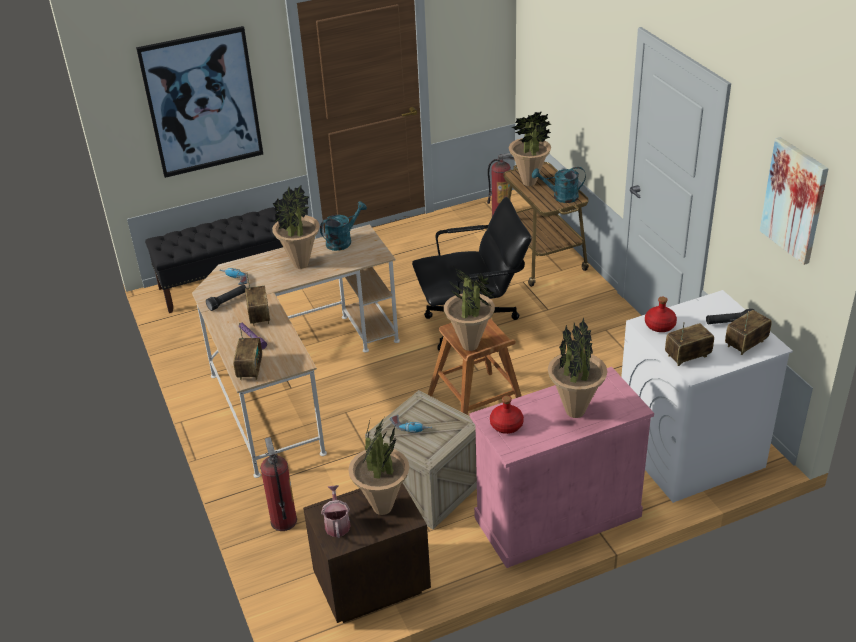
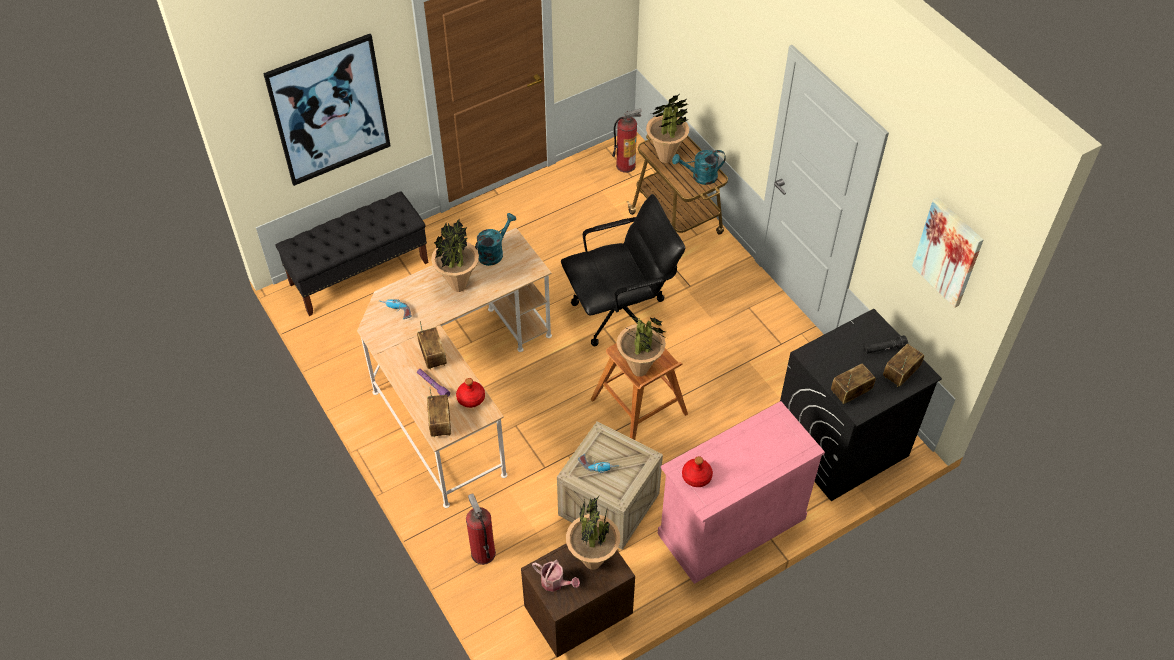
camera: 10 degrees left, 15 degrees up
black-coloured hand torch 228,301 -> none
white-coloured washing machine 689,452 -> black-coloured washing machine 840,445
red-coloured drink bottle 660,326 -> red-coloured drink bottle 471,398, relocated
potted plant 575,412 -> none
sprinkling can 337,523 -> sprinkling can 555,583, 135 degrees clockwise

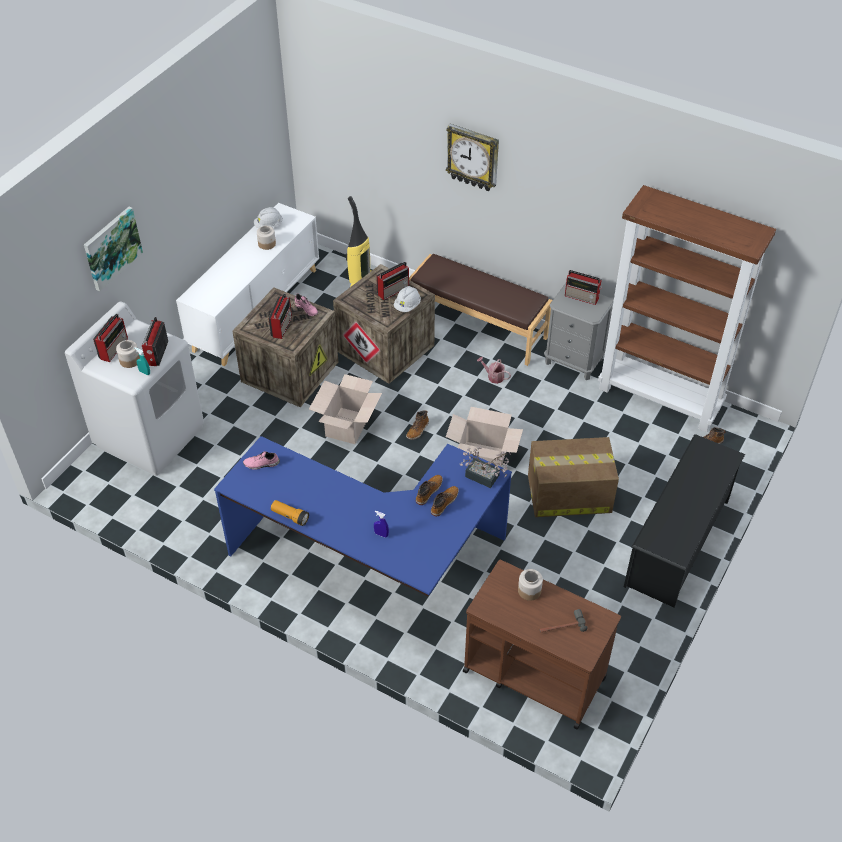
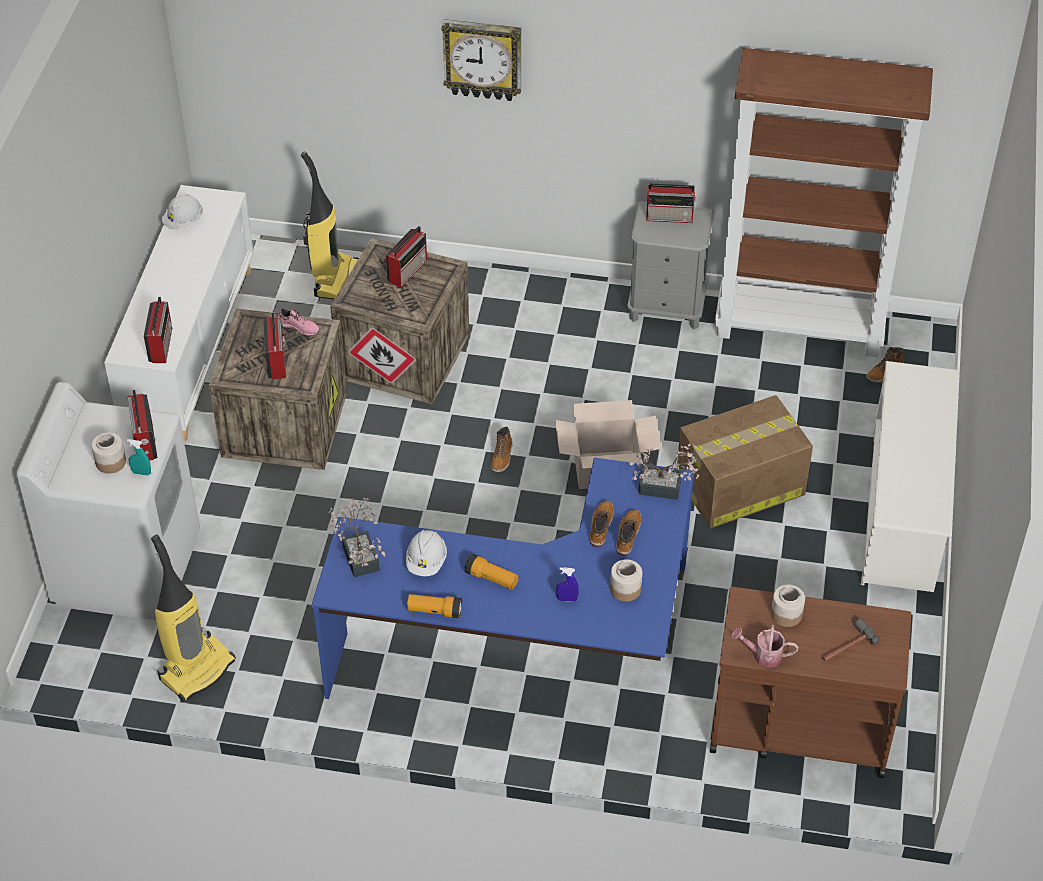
camera: 20 degrees left, 0 degrees up
picture 112,247 -> none
jar 267,244 -> jar 626,589, relocated
brown bench 477,327 -> none
white-coloured work helmet 407,306 -> white-coloured work helmet 426,561, relocated
radio receiver 114,348 -> radio receiver 161,344, relocated
sprinkling can 493,376 -> sprinkling can 763,655, relocated
carton 348,426 -> none
black-coloured shoe stand 677,542 -> white-coloured shoe stand 903,509
pink-coloured low shoe 261,464 -> potted plant 360,554
none -> vacuum 197,669
none -> hand torch 491,578

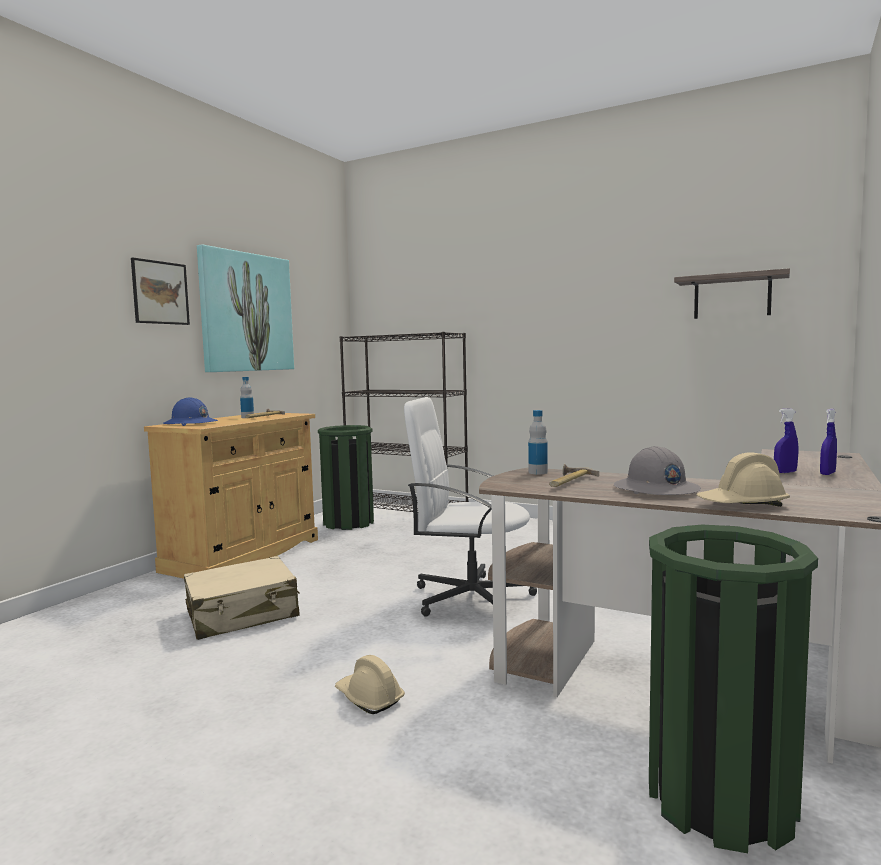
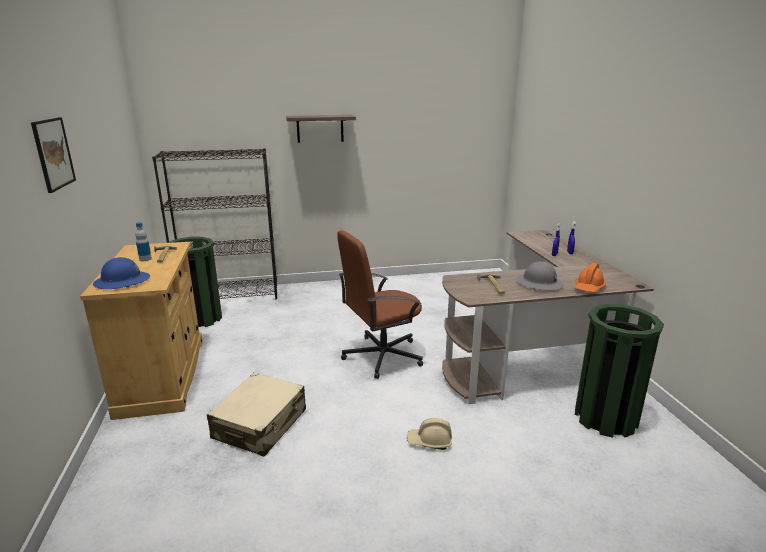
camera: 40 degrees left, 15 degrees up
picture 246,312 -> none
wall shelf 732,297 -> wall shelf 320,128, relocated
white-coloured office chair 470,598 -> brown office chair 381,356
drink bottle 538,472 -> none
sand-coloured work helmet 742,505 -> orangey work helmet 589,288

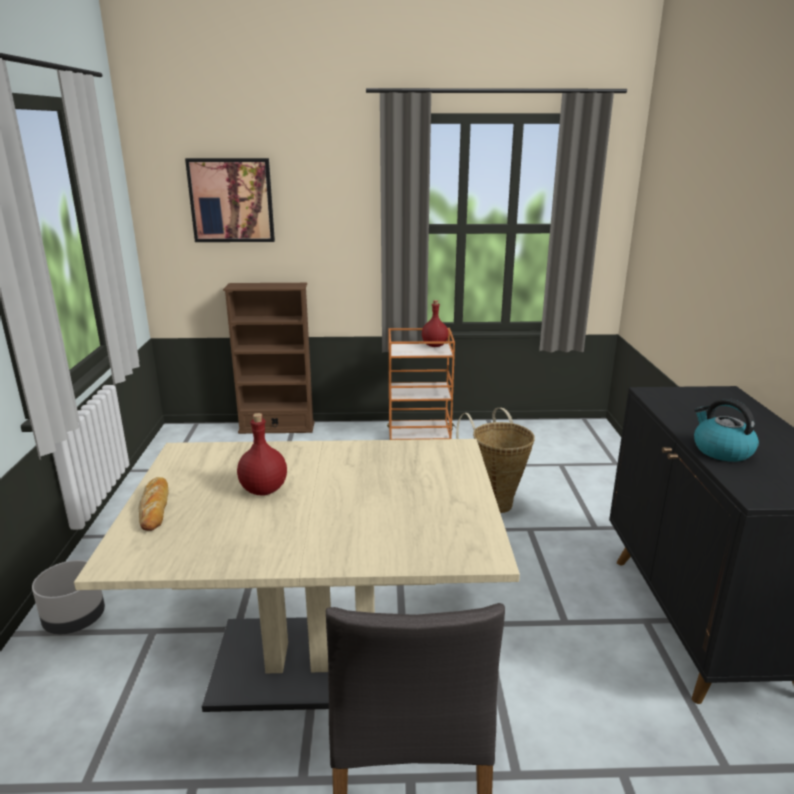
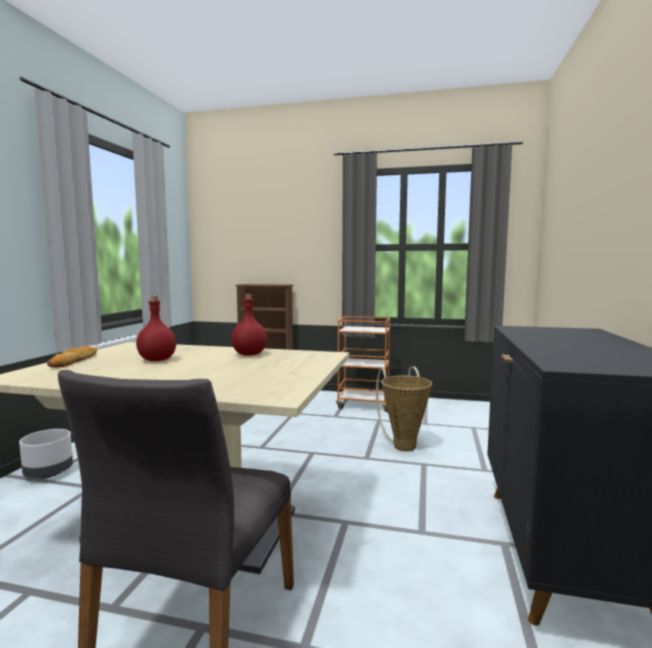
camera: 15 degrees right, 15 degrees down
picture 231,200 -> none
red-coloured drink bottle 434,345 -> red-coloured drink bottle 249,354, relocated
water kettle 721,450 -> none

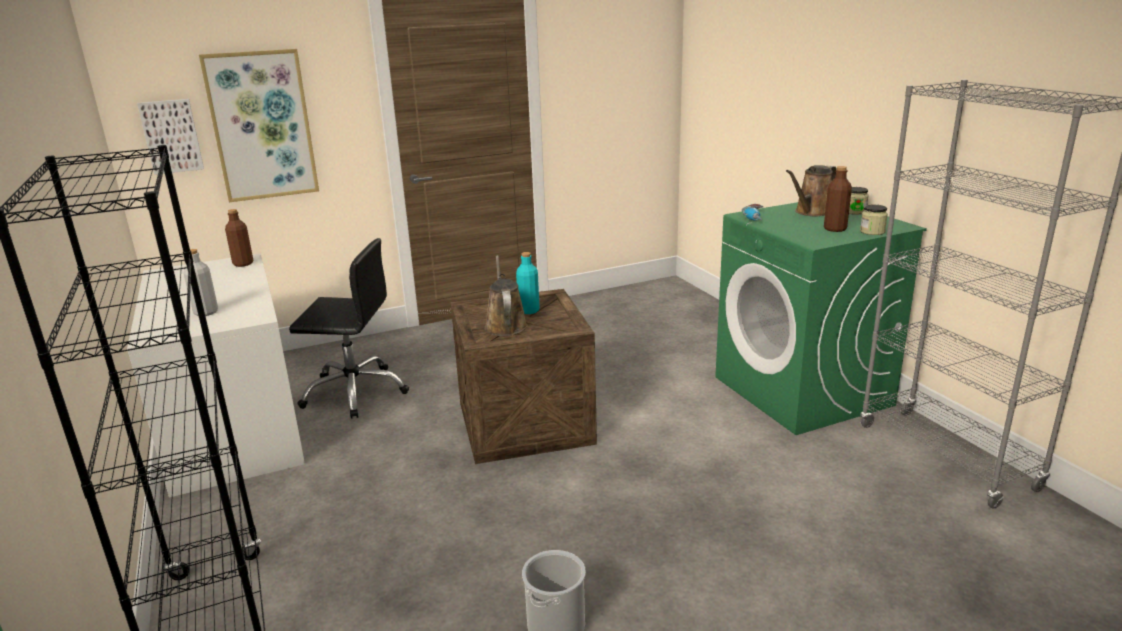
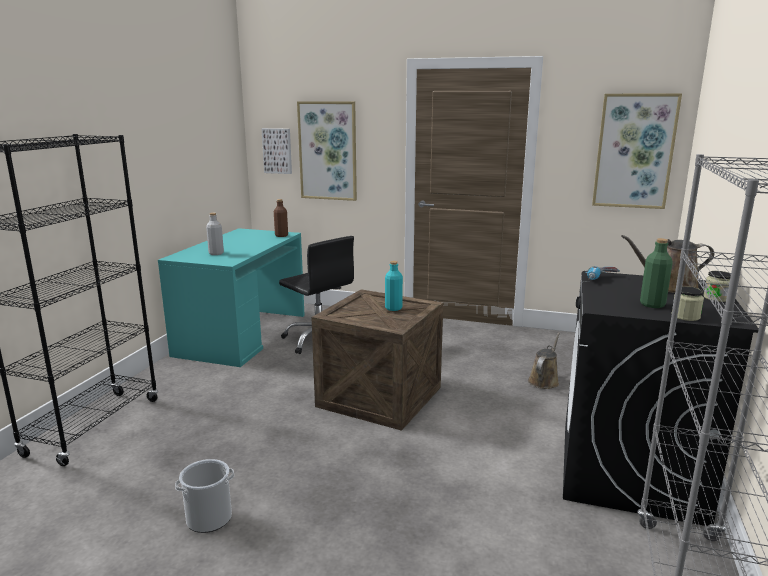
camera: 40 degrees right, 5 degrees down
brown drink bottle 835,229 -> green drink bottle 652,304
green washing machine 803,391 -> black-coloured washing machine 630,471
white-coloured desk table 234,425 -> turquoise-coloured desk table 242,334
brown sprinkling can 505,325 -> brown sprinkling can 544,380, relocated
none -> picture 634,151

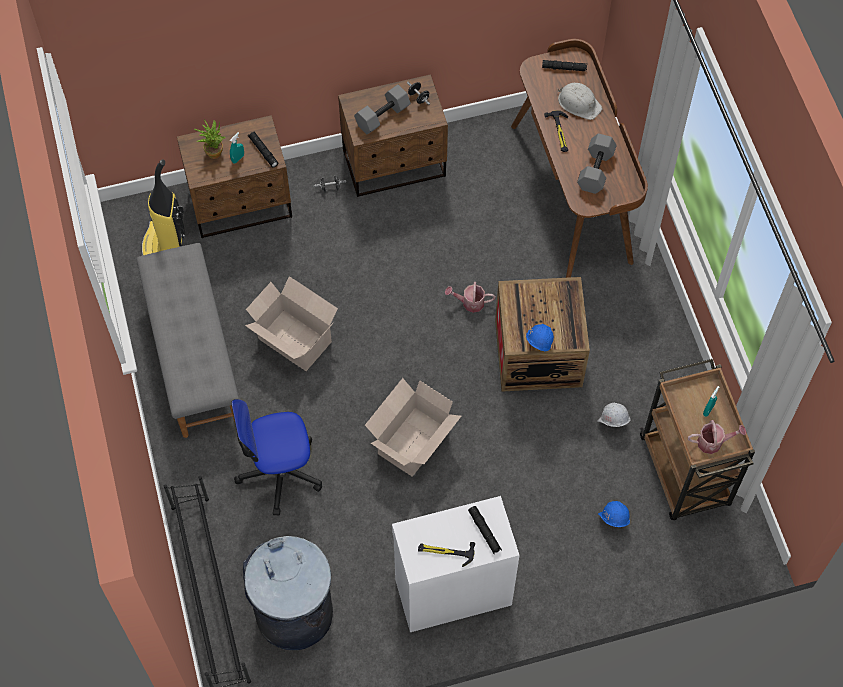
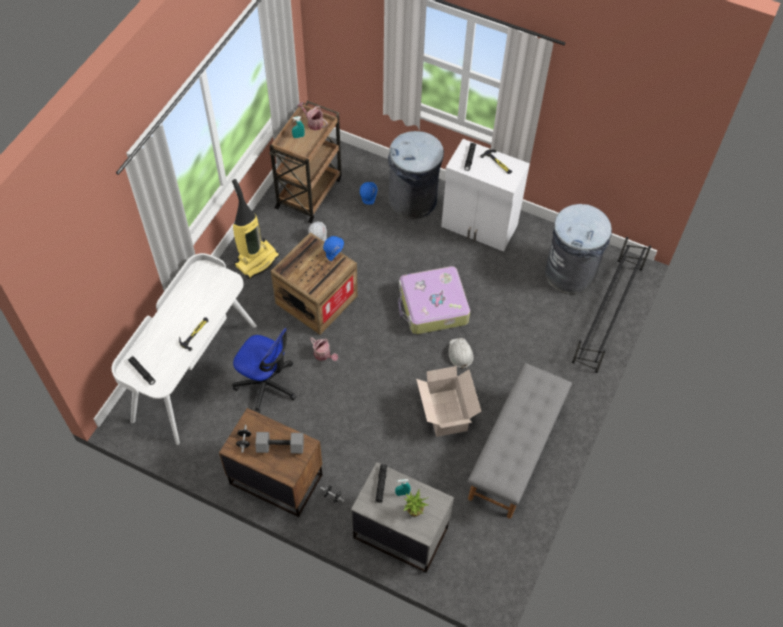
camera: 140 degrees left, 5 degrees down
brown desk table 572,192 -> white-coloured desk table 194,371
white-coloured work helmet 579,103 -> white-coloured work helmet 460,354, relocated
brown nightstand 241,204 -> greyish nightstand 400,532
greyish free weight 595,169 -> none
vacuum 165,247 -> vacuum 256,260, relocated
carton 411,443 -> piece of luggage 432,306
office chair 279,472 -> office chair 266,385, relocated
none -> greyish rubbish bin 413,200

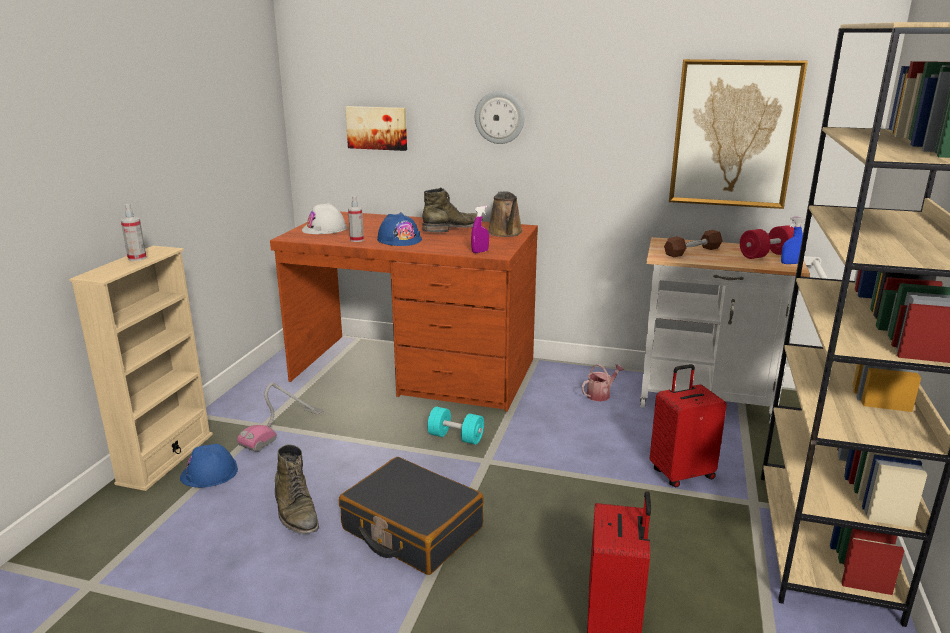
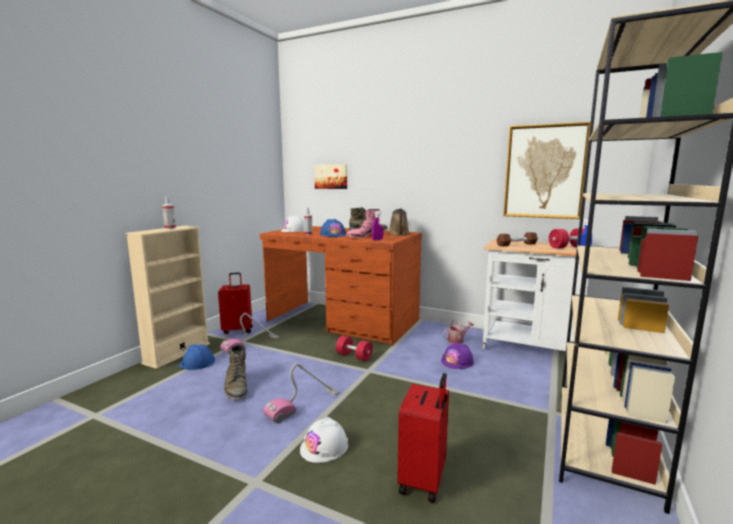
camera: 10 degrees right, 10 degrees down
clock on the wall 499,117 -> none
red-coloured piece of luggage 681,473 -> red-coloured piece of luggage 238,330, relocated
turquoise-coloured free weight 456,437 -> red-coloured free weight 354,356
black-coloured piece of luggage 411,529 -> vacuum 304,404
none -> pink-coloured tall boot 363,236
none -> purple-coloured work helmet 457,361
none -> white-coloured work helmet 324,446

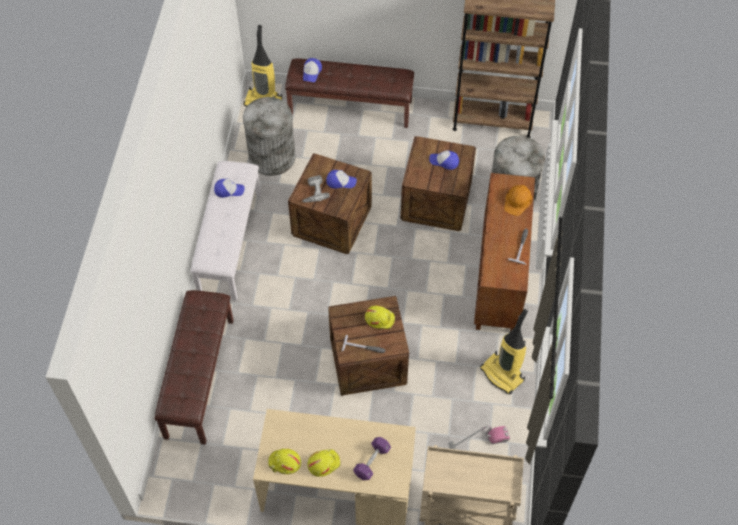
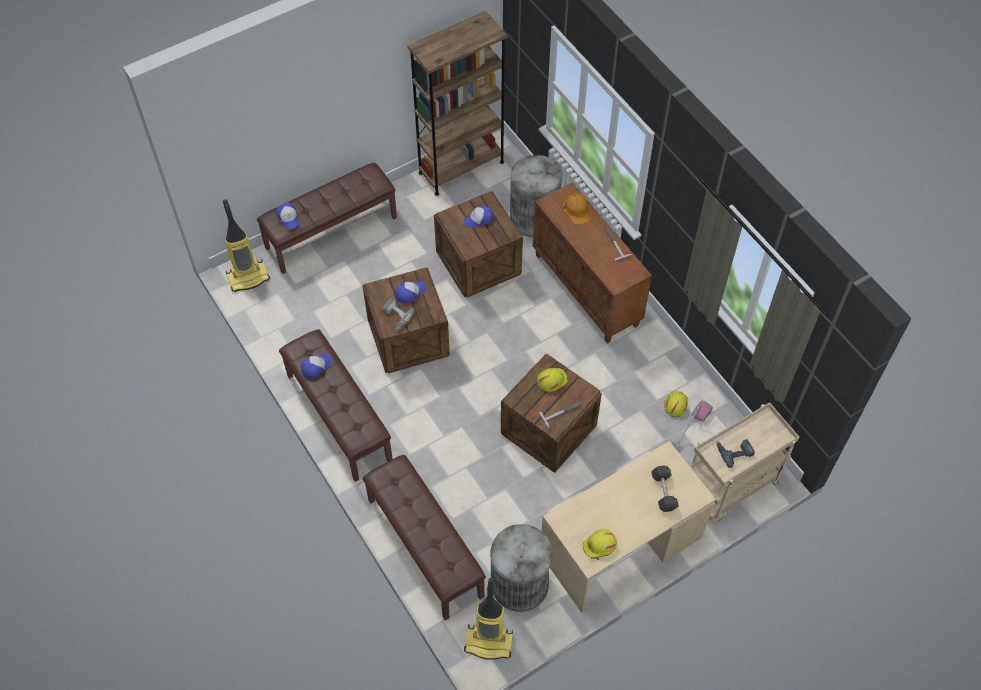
camera: 40 degrees left, 0 degrees up
greyish rubbish bin 272,157 -> greyish rubbish bin 520,584, relocated
white-coloured bench 229,242 -> brown bench 338,417
vacuum 503,374 -> vacuum 489,641, relocated
purple-coloured free weight 372,461 -> black-coloured free weight 663,492
yellow work helmet 323,463 -> yellow work helmet 675,404, relocated
none -> power drill 734,451

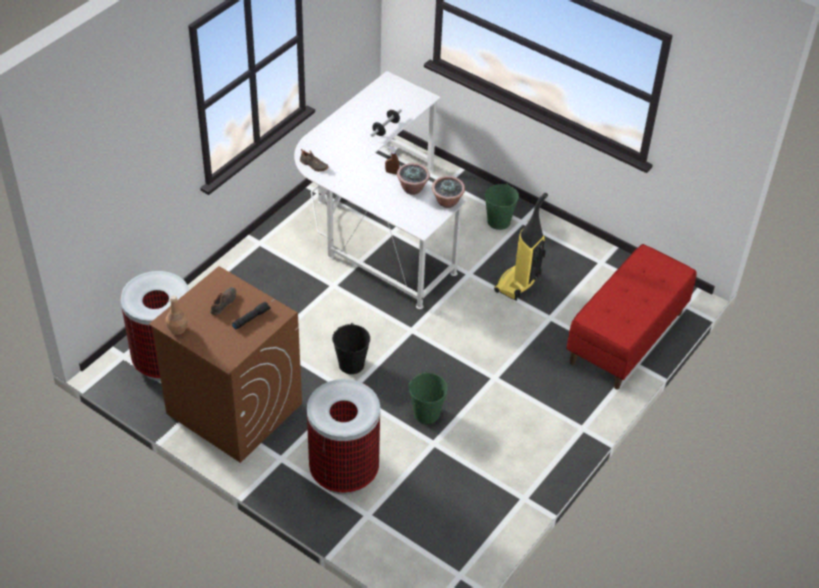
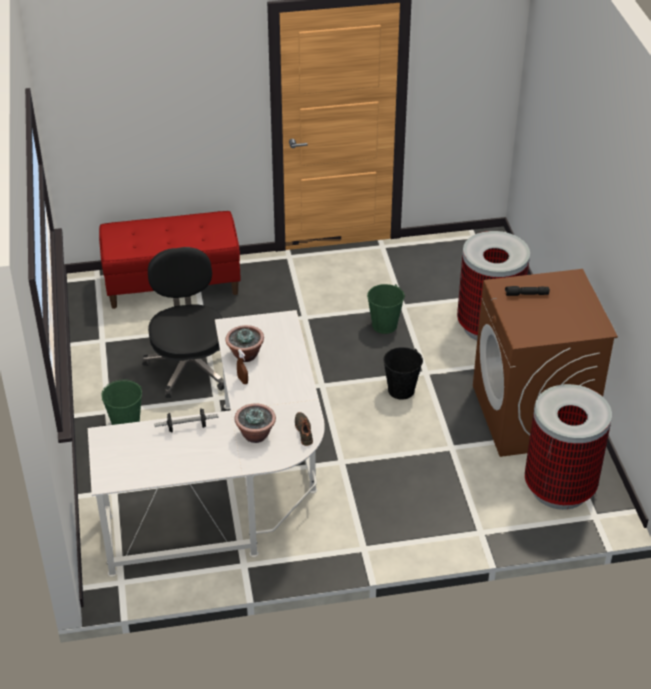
camera: 135 degrees left, 5 degrees down
potted plant 447,202 -> potted plant 256,435, relocated
vacuum 518,284 -> black-coloured office chair 190,366
black-coloured low shoe 224,304 -> none
brown drink bottle 178,329 -> none

